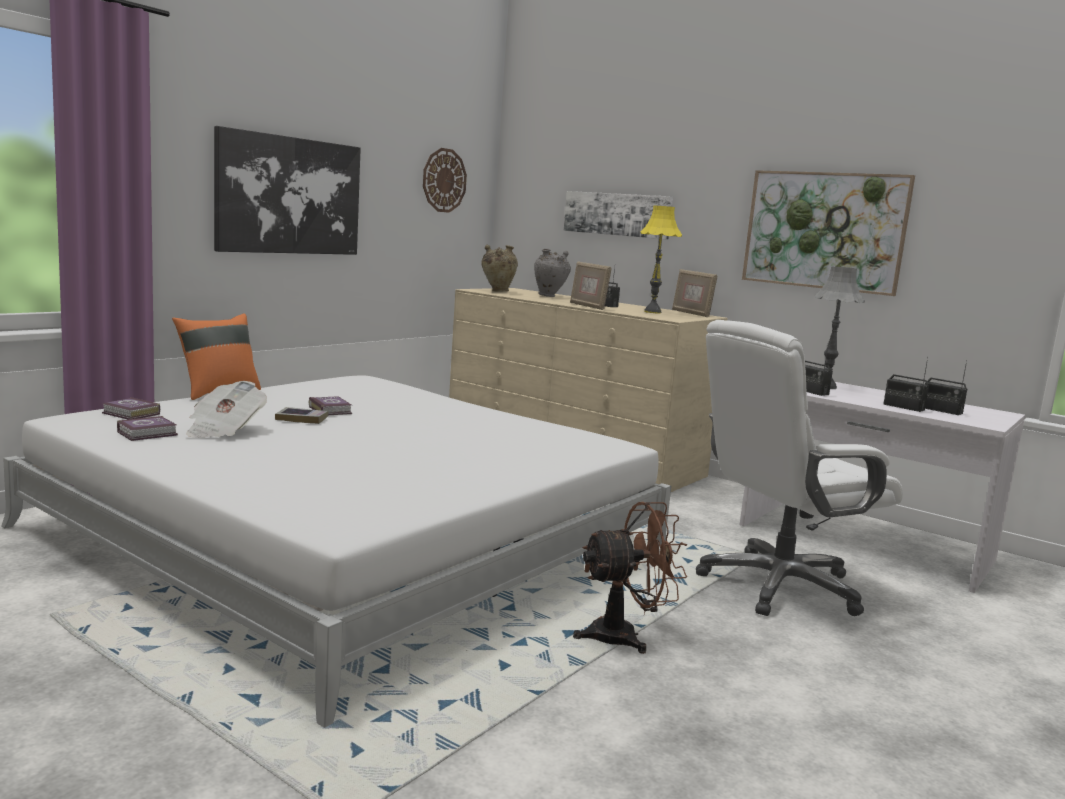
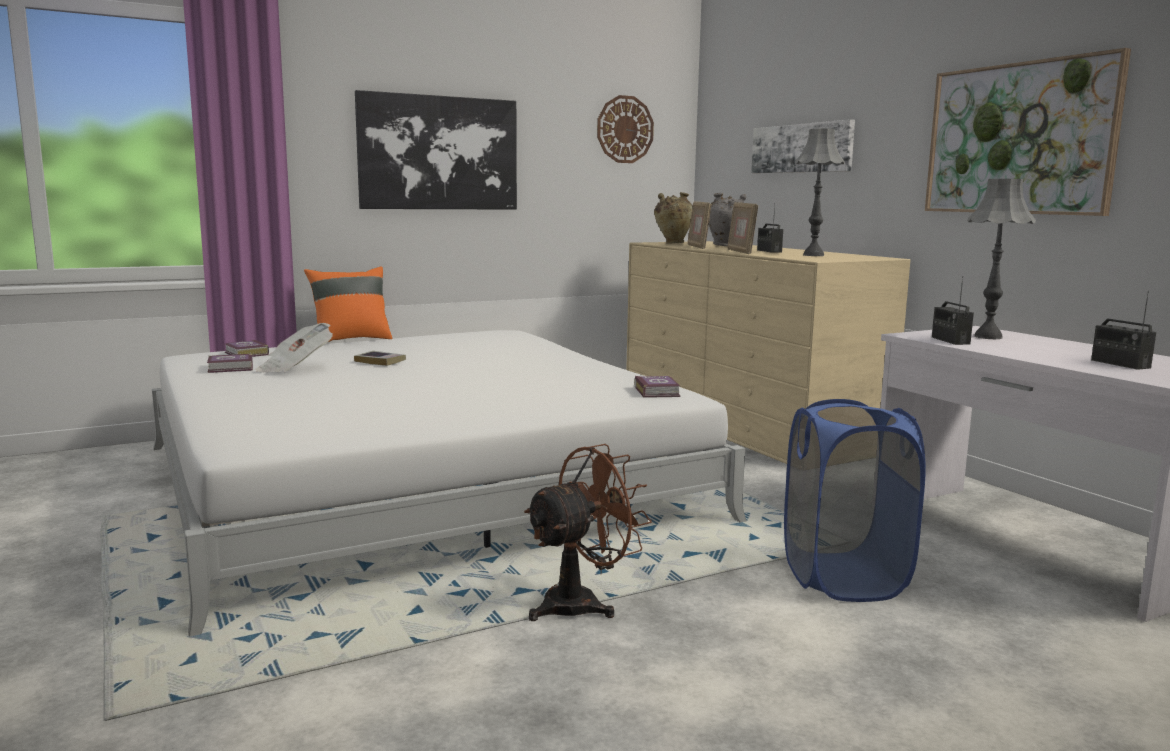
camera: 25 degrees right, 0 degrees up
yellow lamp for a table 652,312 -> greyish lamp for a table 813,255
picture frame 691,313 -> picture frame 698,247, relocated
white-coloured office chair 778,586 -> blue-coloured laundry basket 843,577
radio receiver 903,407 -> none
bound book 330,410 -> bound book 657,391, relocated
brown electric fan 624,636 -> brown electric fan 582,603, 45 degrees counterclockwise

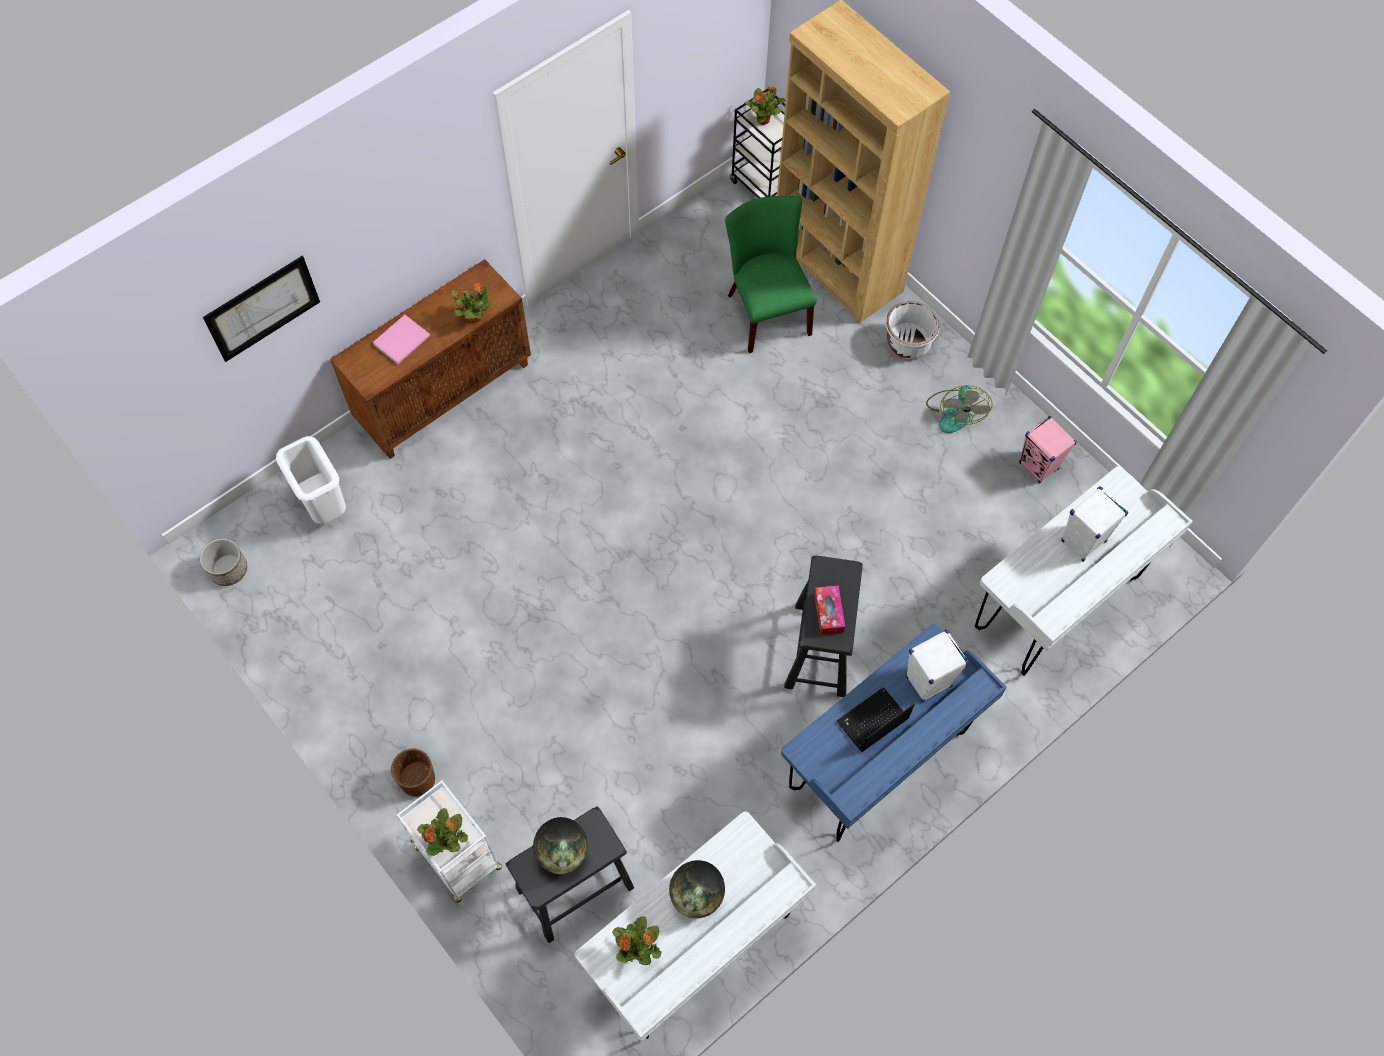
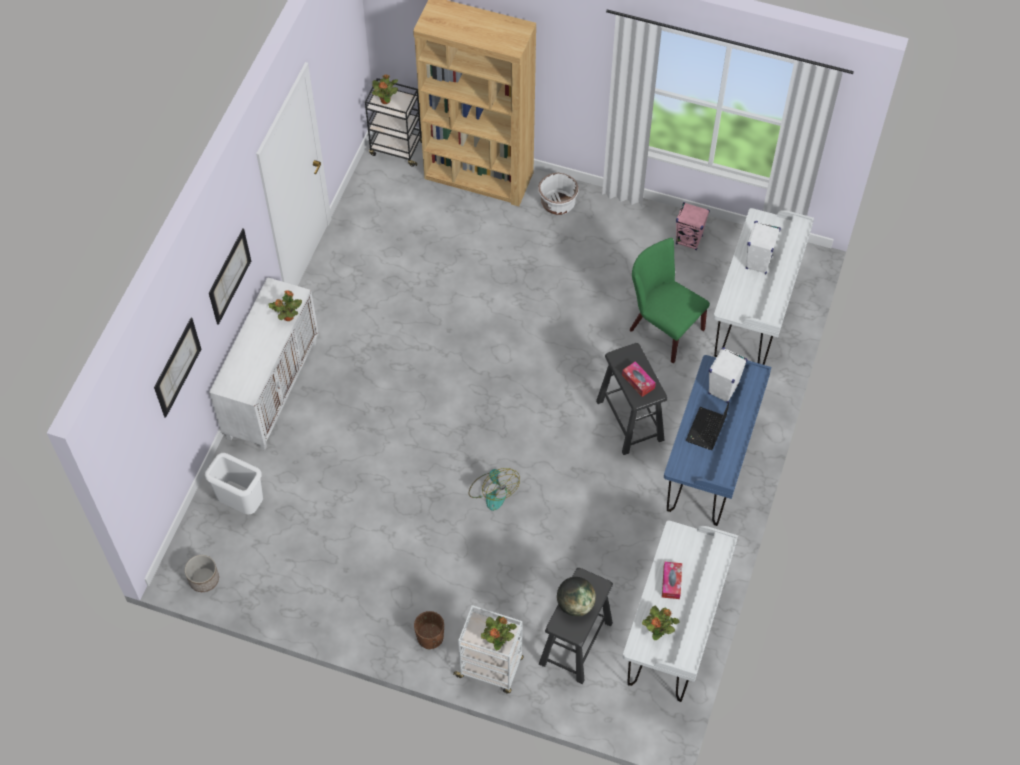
camera: 30 degrees left, 5 degrees down
green upright chair 765,310 -> green upright chair 662,328, relocated
brown cupboard 445,393 -> white-coloured cupboard 272,389
pink-coloured bound book 403,340 -> none
electric fan 954,412 -> electric fan 492,491, relocated
desk globe 696,895 -> tissue box 671,582
none -> picture 229,276

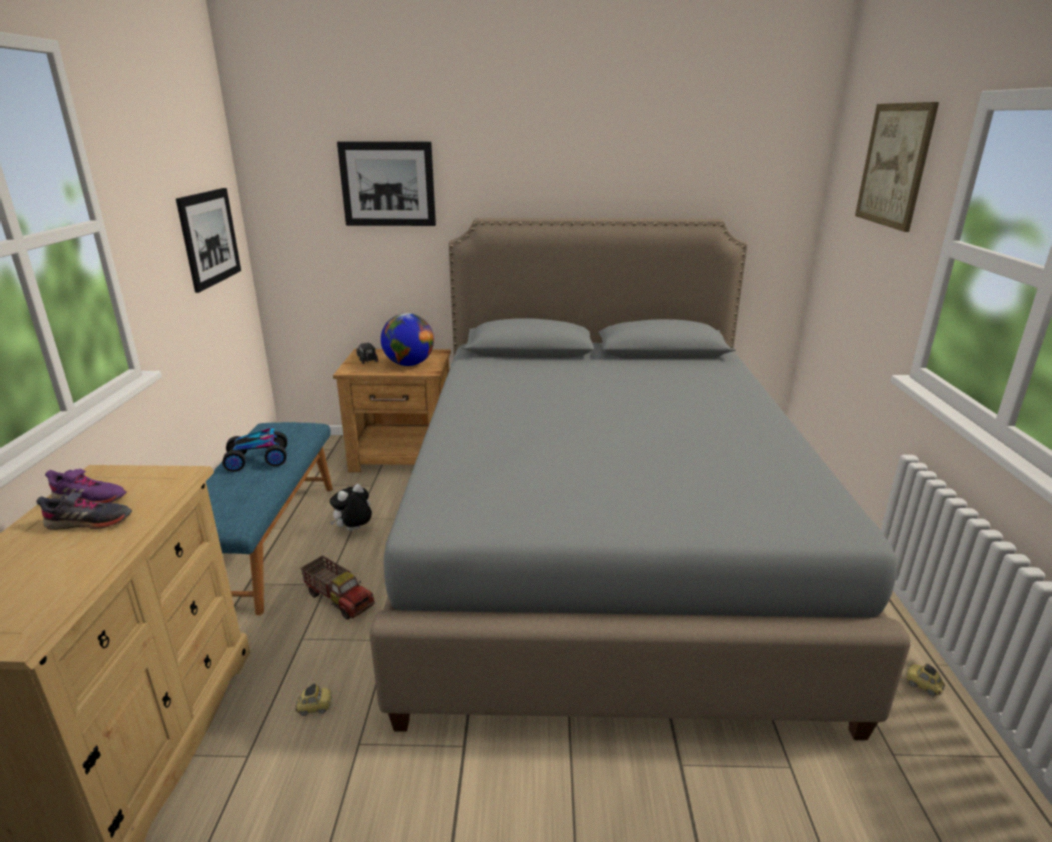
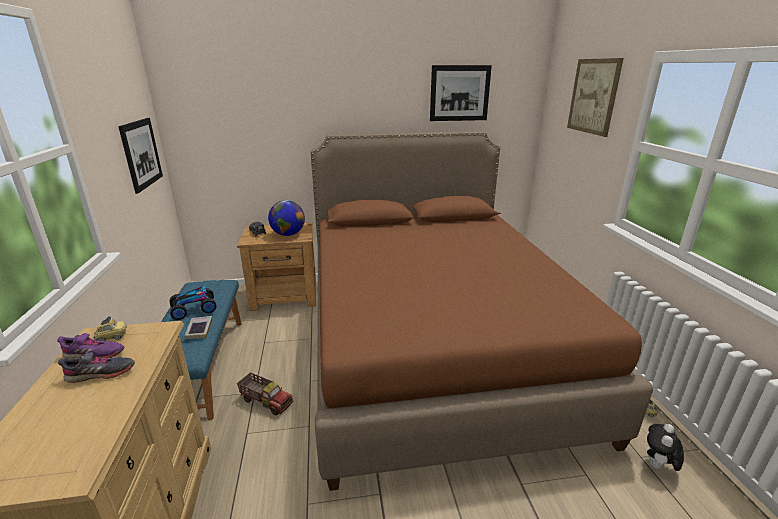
camera: 10 degrees left, 0 degrees up
picture 387,184 -> picture 459,93, relocated
greyish sleeping bed 601,543 -> brown sleeping bed 431,343
cuddly toy 354,530 -> cuddly toy 657,467, relocated
miniature car 314,707 -> miniature car 112,337, relocated
none -> bound book 199,330

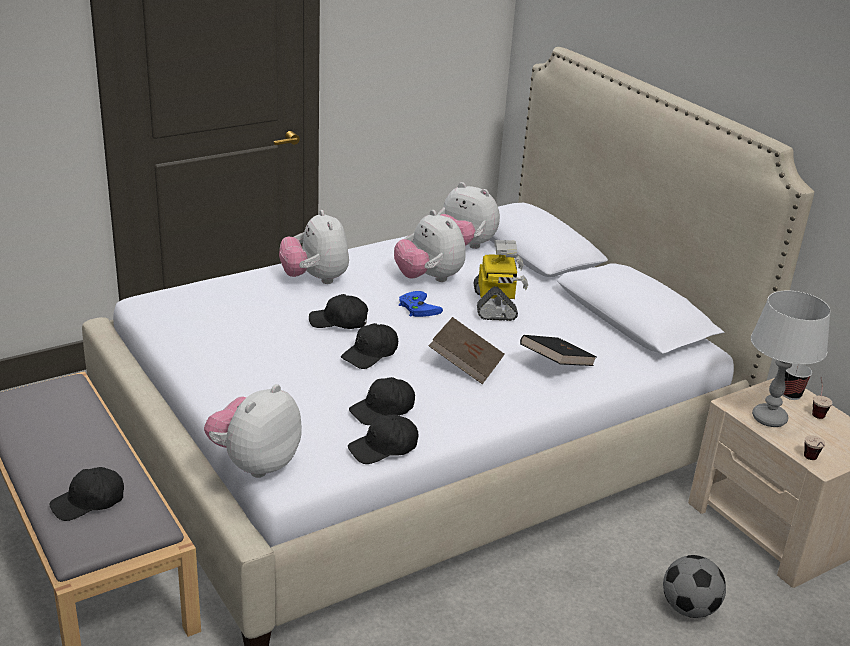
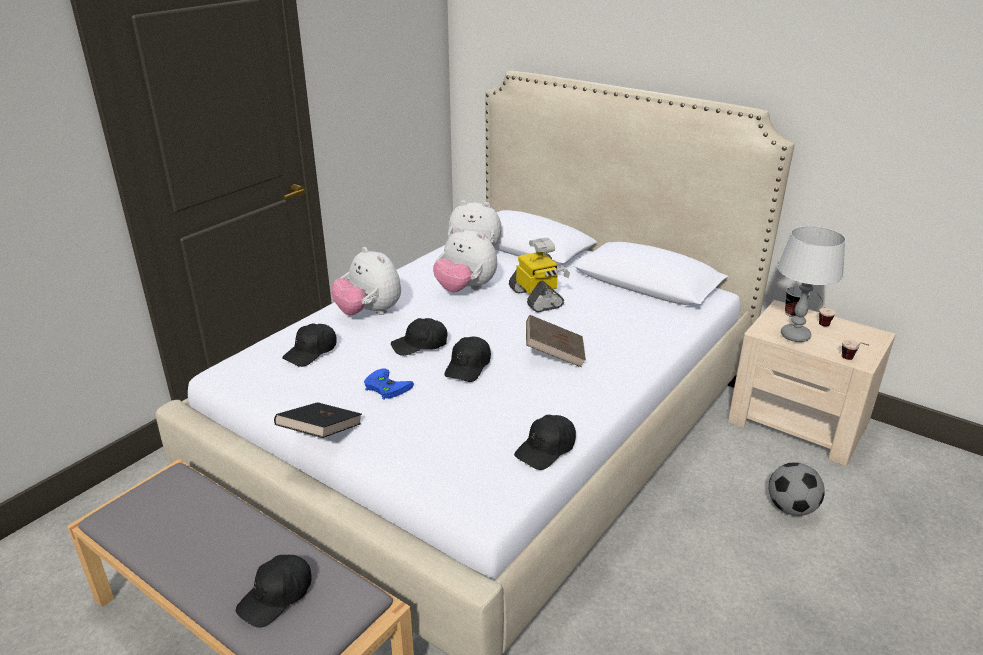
camera: 20 degrees left, 0 degrees up
blue-coloured joypad 417,307 -> blue-coloured joypad 385,387, relocated
black-coloured bound book 556,365 -> black-coloured bound book 321,434, relocated
black-coloured peaked cap 383,410 -> black-coloured peaked cap 311,352, relocated
cuddly toy 255,463 -> none

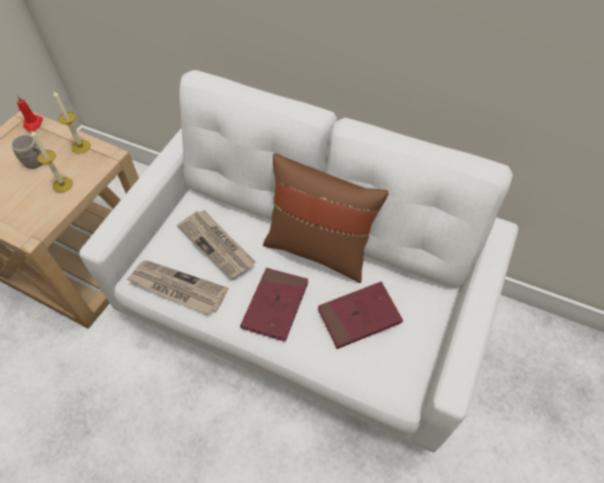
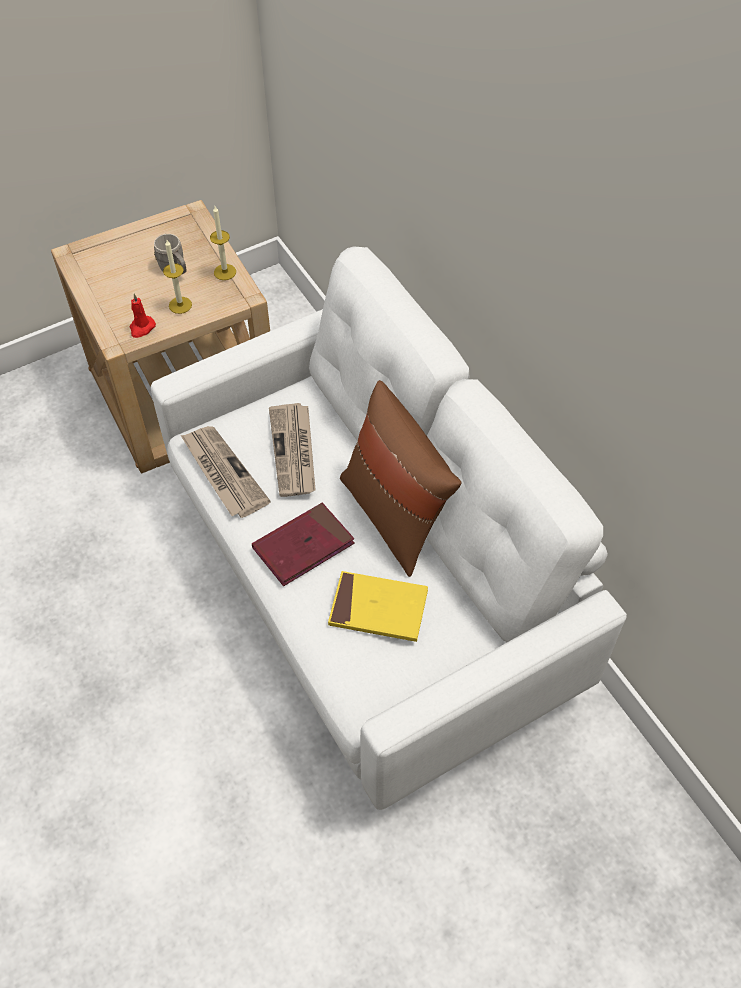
camera: 35 degrees right, 0 degrees up
red-coloured wax candle 33,124 -> red-coloured wax candle 142,328, relocated
red-coloured bound book 359,316 -> yellow bound book 378,609

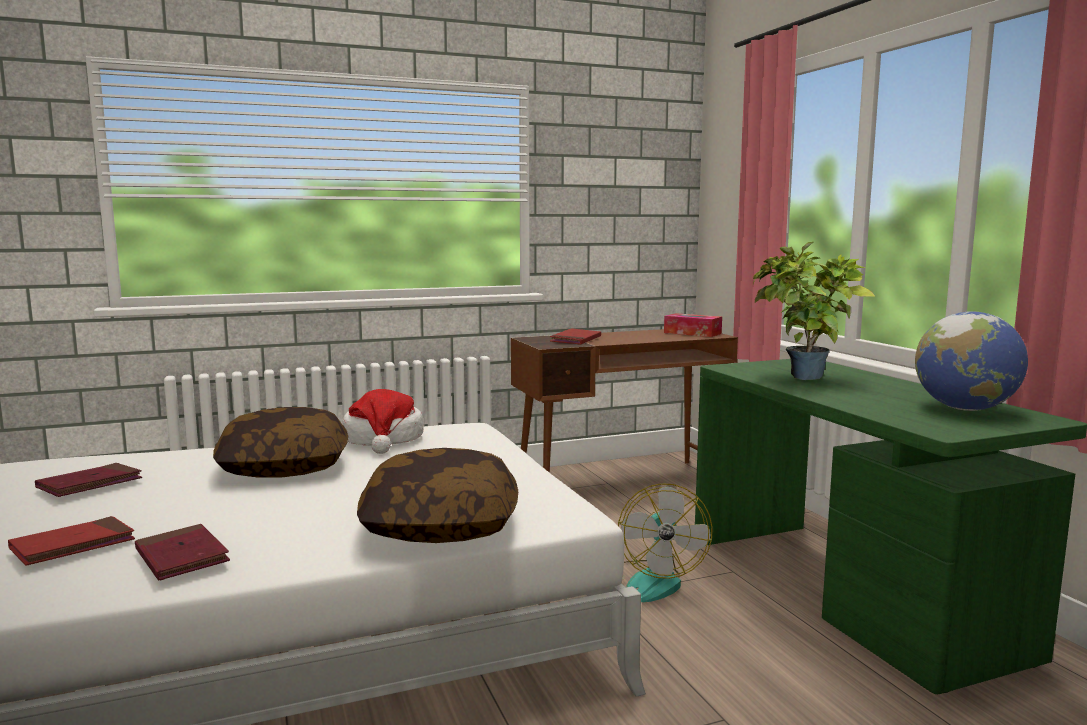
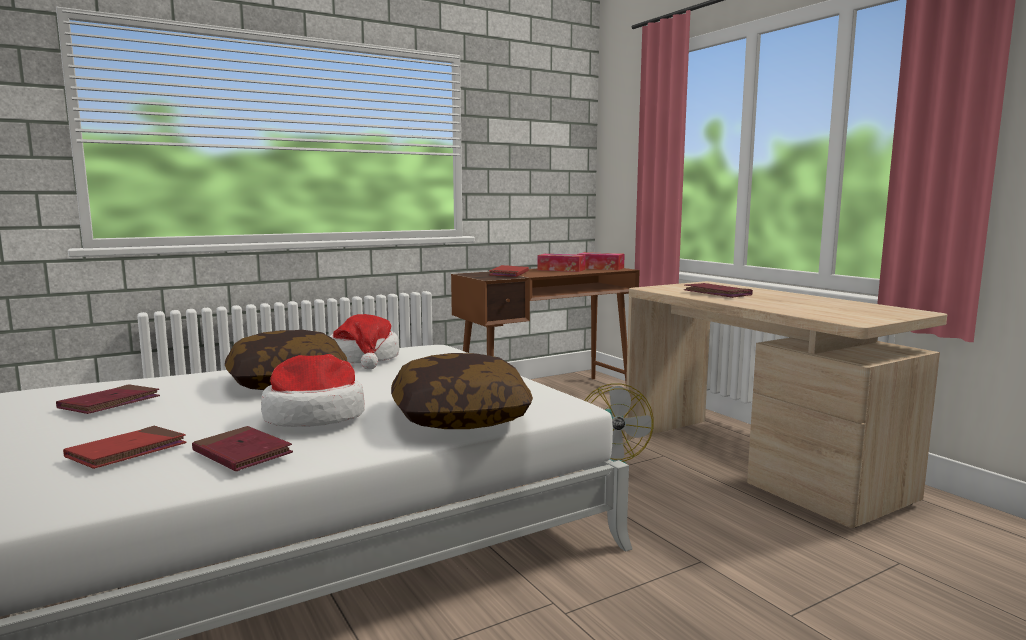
camera: 10 degrees left, 0 degrees up
potted plant 802,379 -> red-coloured bound book 717,294
desk globe 965,409 -> none
green desk table 847,595 -> sand-coloured desk table 757,466
none -> tissue box 561,269
none -> hat 314,416

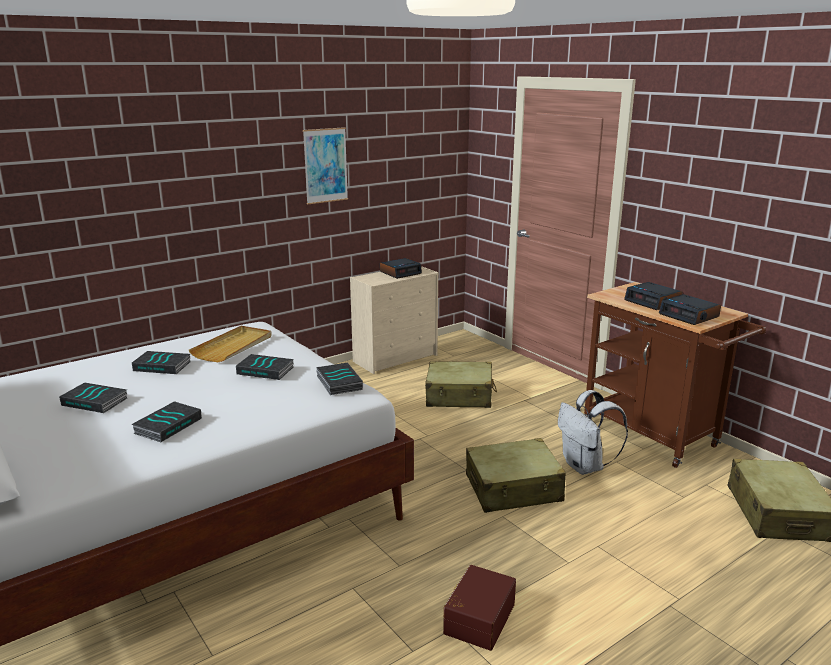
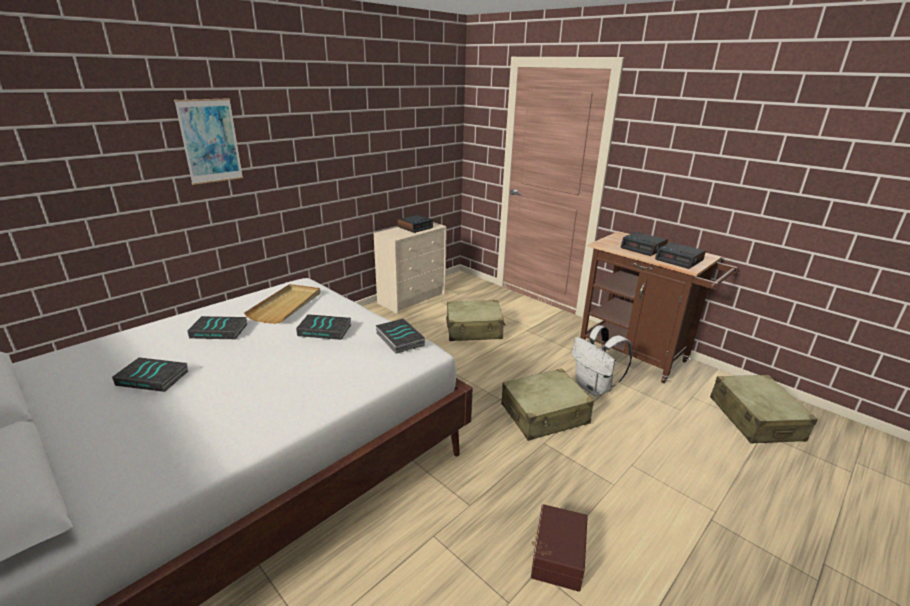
camera: 10 degrees left, 5 degrees up
picture 325,165 -> picture 210,141, relocated
bound book 168,425 -> none

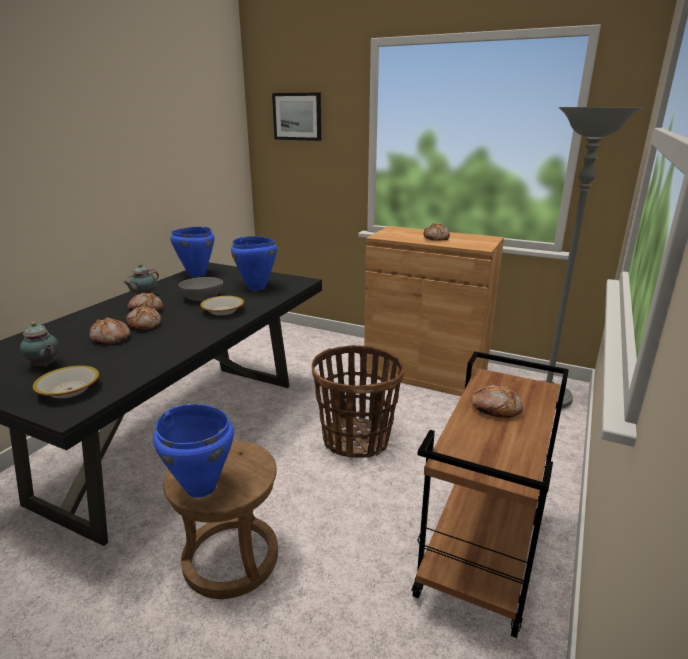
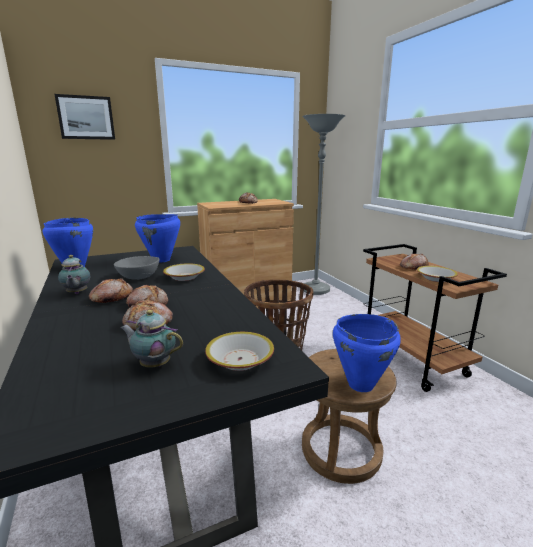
camera: 50 degrees left, 5 degrees down
teapot 45,366 -> teapot 154,364, 150 degrees counterclockwise
none -> deep dish 436,278

